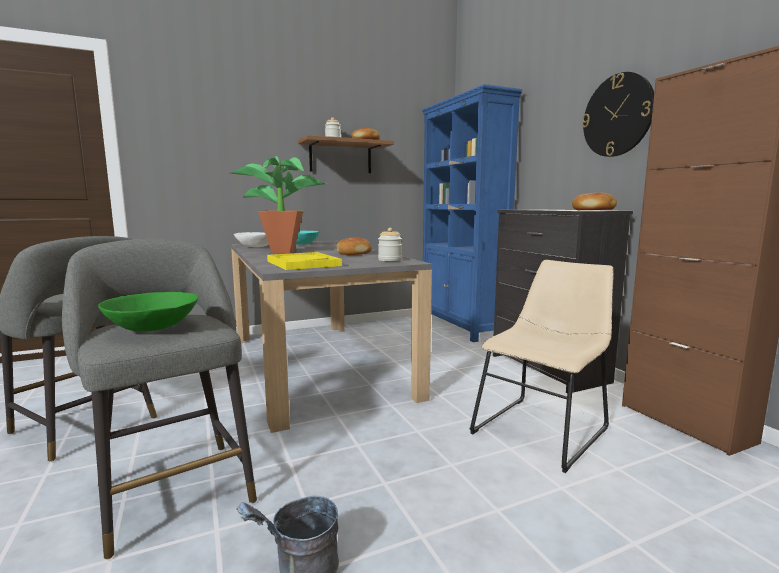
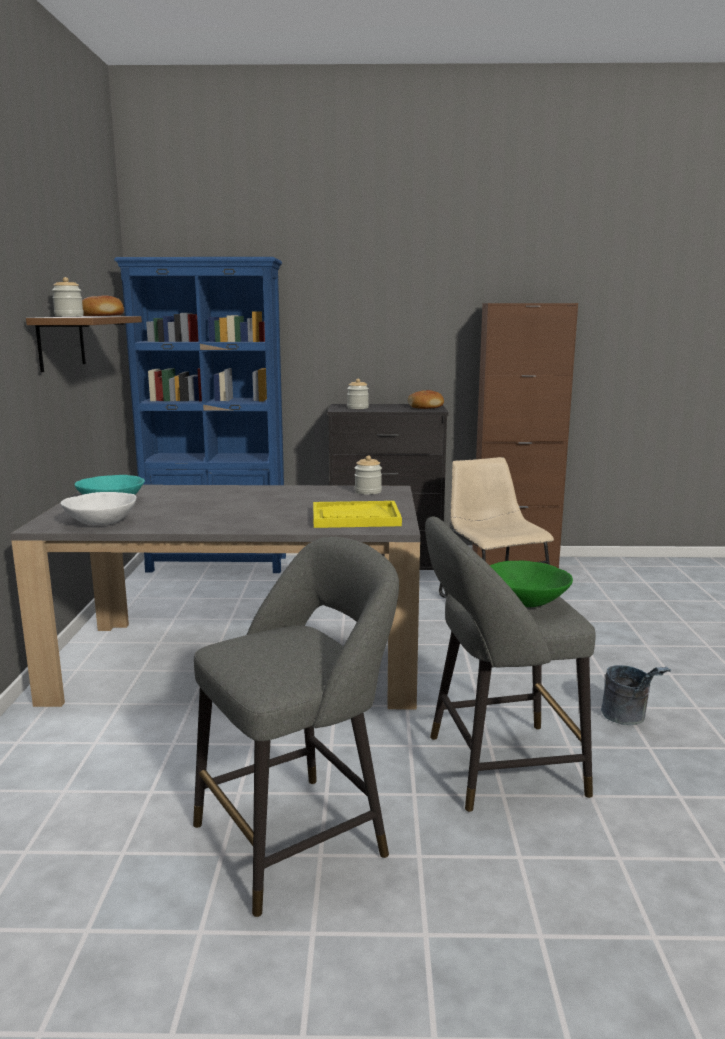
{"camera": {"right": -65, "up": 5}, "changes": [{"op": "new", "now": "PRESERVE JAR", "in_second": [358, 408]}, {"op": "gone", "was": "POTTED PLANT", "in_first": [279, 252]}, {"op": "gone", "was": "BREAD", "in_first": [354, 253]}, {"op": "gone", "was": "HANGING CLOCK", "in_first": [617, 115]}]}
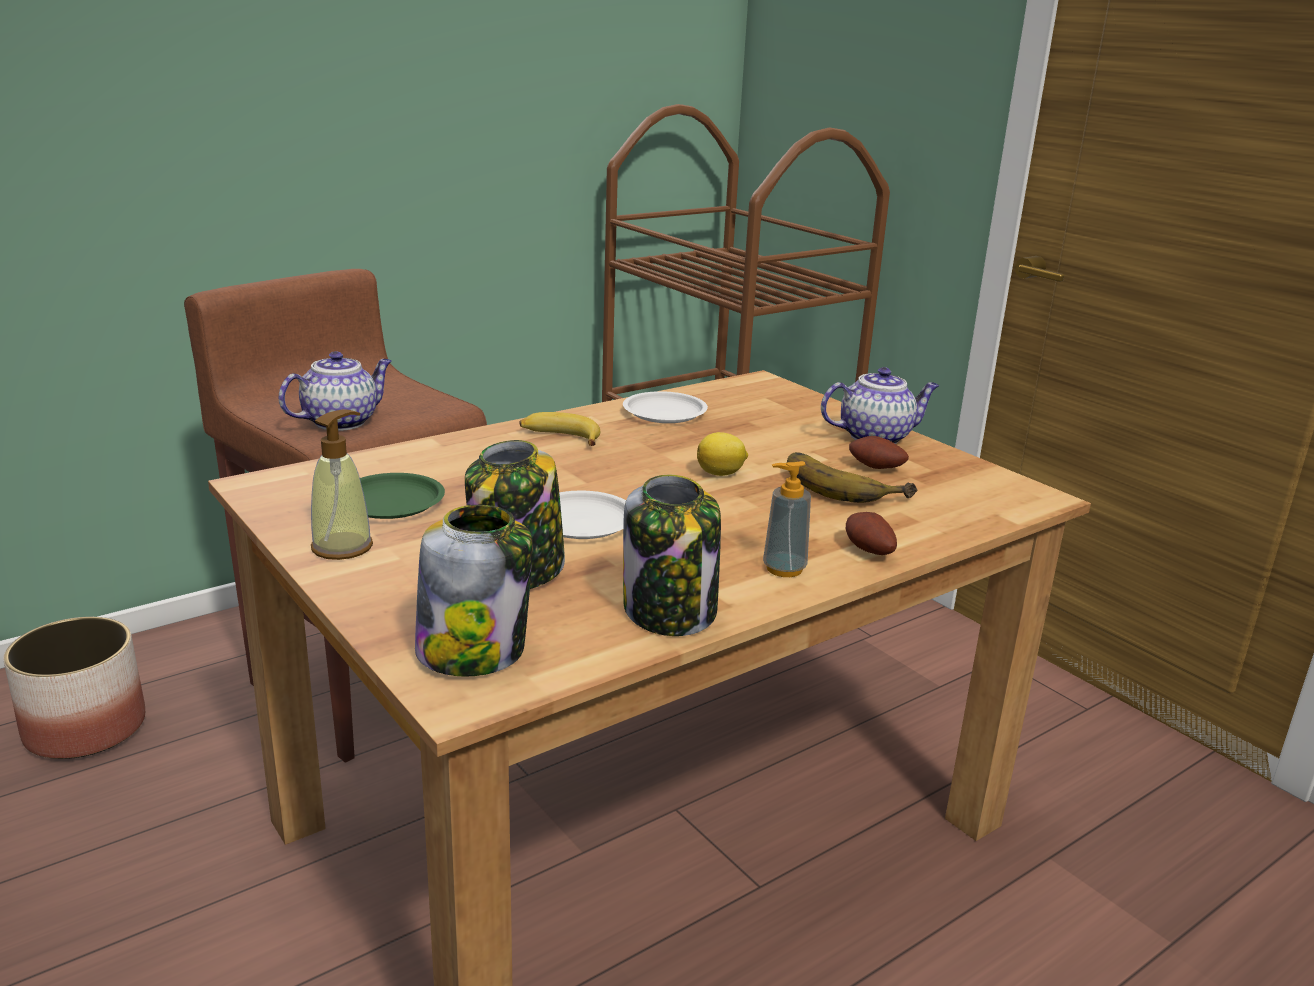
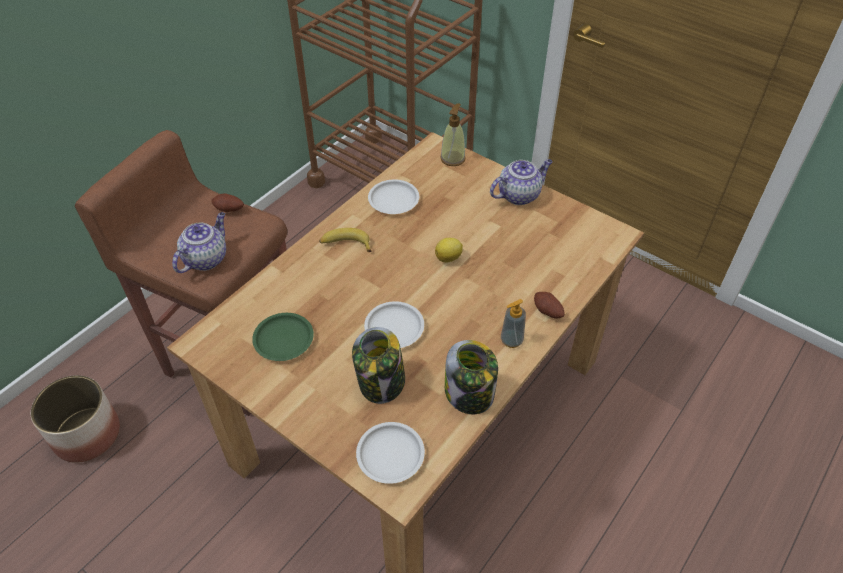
{"camera": {"right": -15, "up": 25}, "changes": [{"op": "shifted", "was": "POTATO", "in_first": [875, 469], "in_second": [229, 210]}, {"op": "swapped", "was": "PRESERVE JAR", "now": "WHITISH PLATE", "in_first": [474, 650], "in_second": [390, 454]}, {"op": "shifted", "was": "SOAP BOTTLE", "in_first": [342, 547], "in_second": [453, 158]}, {"op": "gone", "was": "BANANA", "in_first": [844, 484]}]}
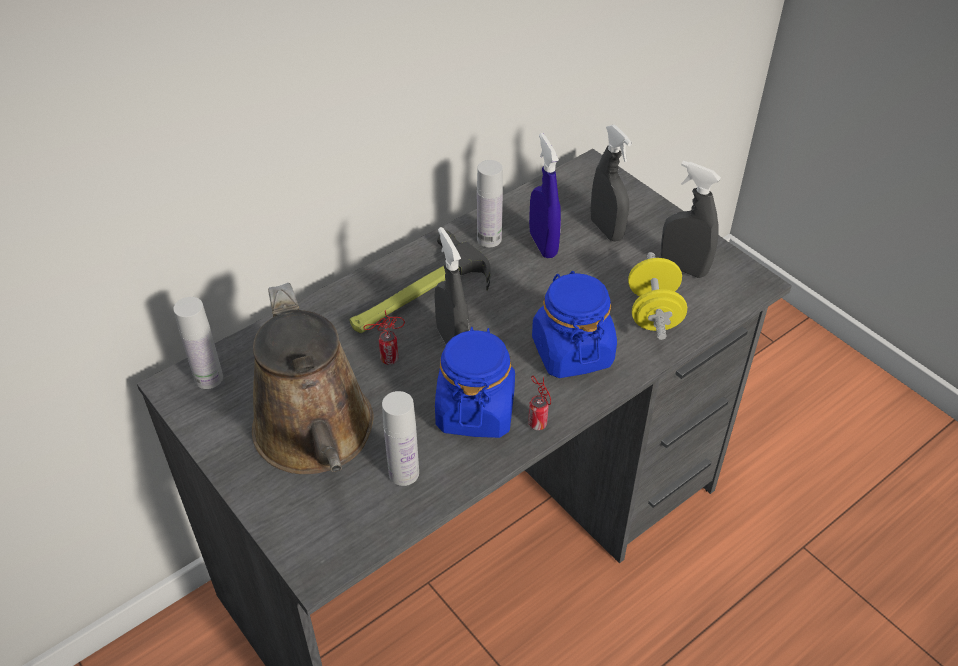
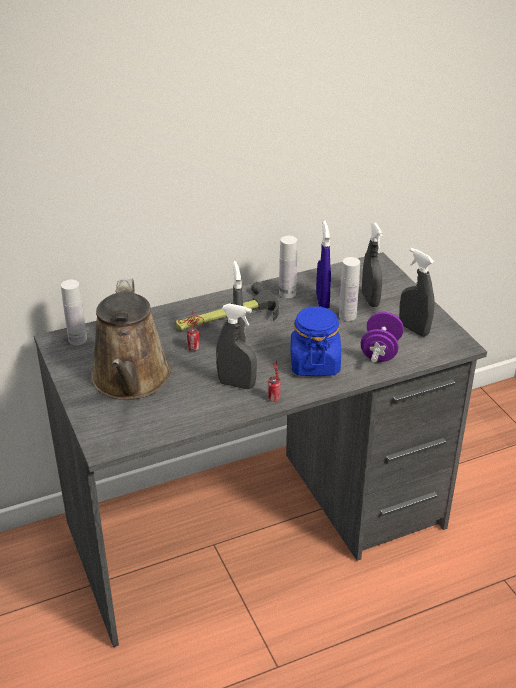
{"camera": {"right": 15, "up": -10}, "changes": [{"op": "swapped", "was": "BLUISH PRESERVE JAR", "now": "GREYISH SPRAY BOTTLE", "in_first": [475, 410], "in_second": [236, 384]}, {"op": "shifted", "was": "WHITISH BOTTLE", "in_first": [404, 473], "in_second": [347, 316]}, {"op": "repainted", "was": "YELLOW-COLOURED HAND WEIGHT", "now": "PURPLE HAND WEIGHT", "in_first": [653, 313], "in_second": [380, 351]}]}
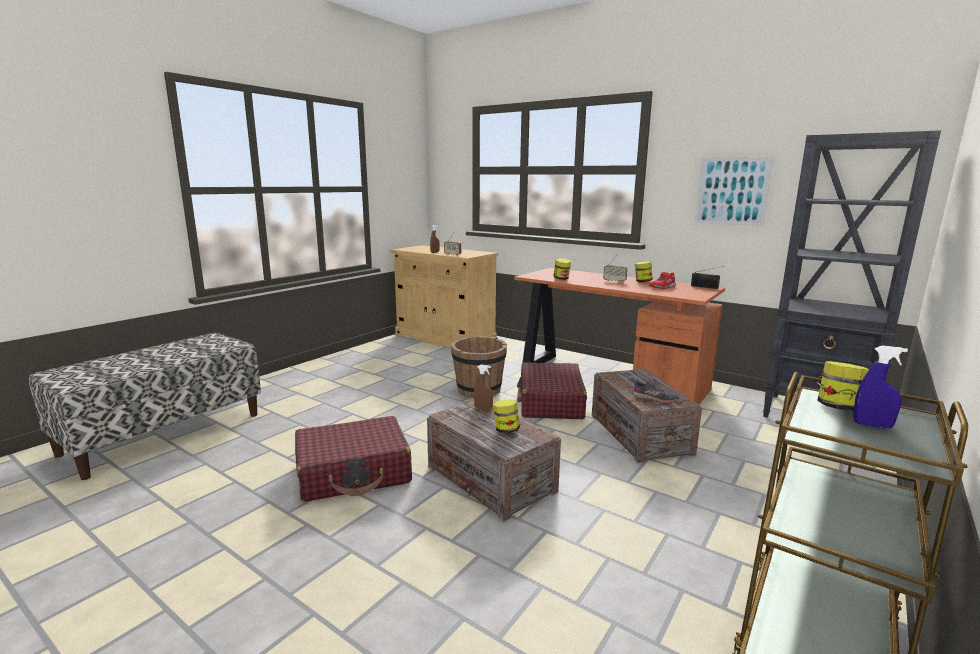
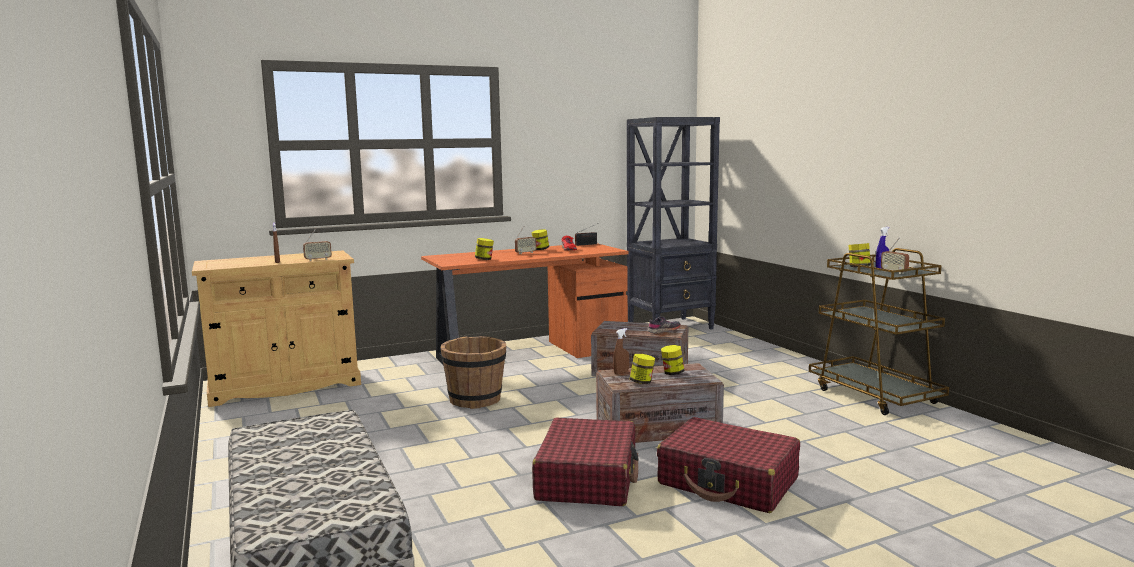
{"camera": {"right": -60, "up": -5}, "changes": [{"op": "new", "now": "PRESERVE JAR", "in_second": [642, 382]}, {"op": "shifted", "was": "RED-COLOURED PIECE OF LUGGAGE", "in_first": [550, 402], "in_second": [728, 481]}, {"op": "new", "now": "RADIO SET", "in_second": [894, 272]}, {"op": "gone", "was": "WALL ART", "in_first": [732, 191]}]}
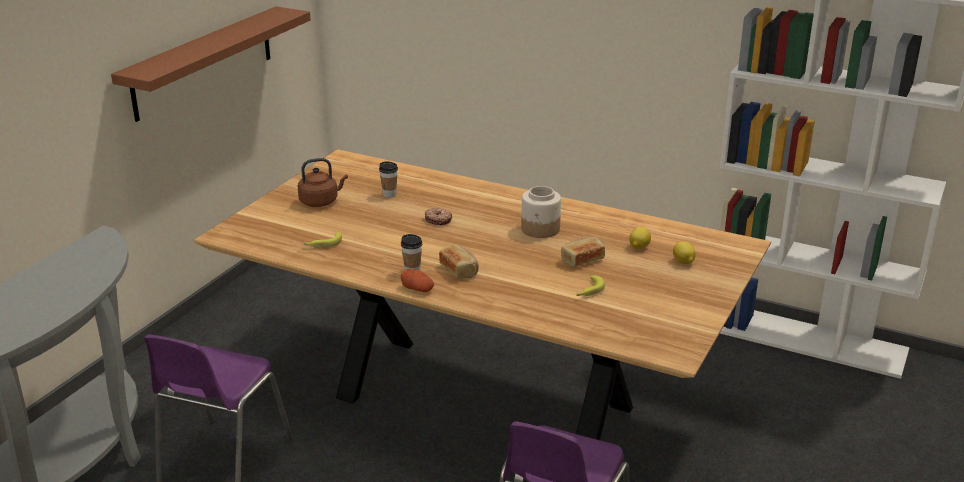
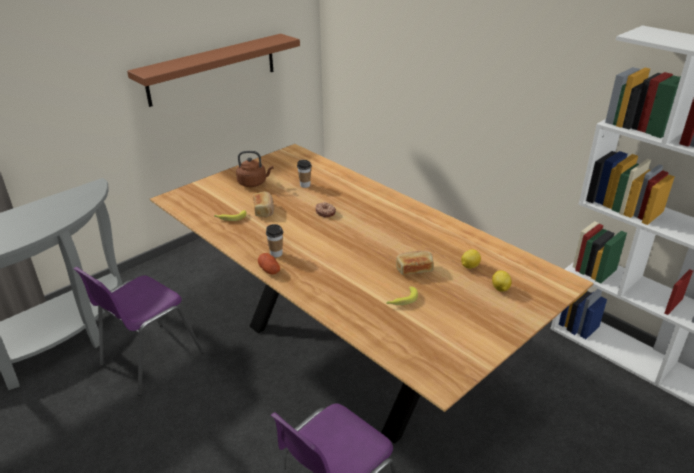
{"camera": {"right": 20, "up": 5}, "changes": [{"op": "shifted", "was": "BREAD", "in_first": [459, 270], "in_second": [264, 210]}, {"op": "gone", "was": "PRESERVE JAR", "in_first": [540, 229]}]}
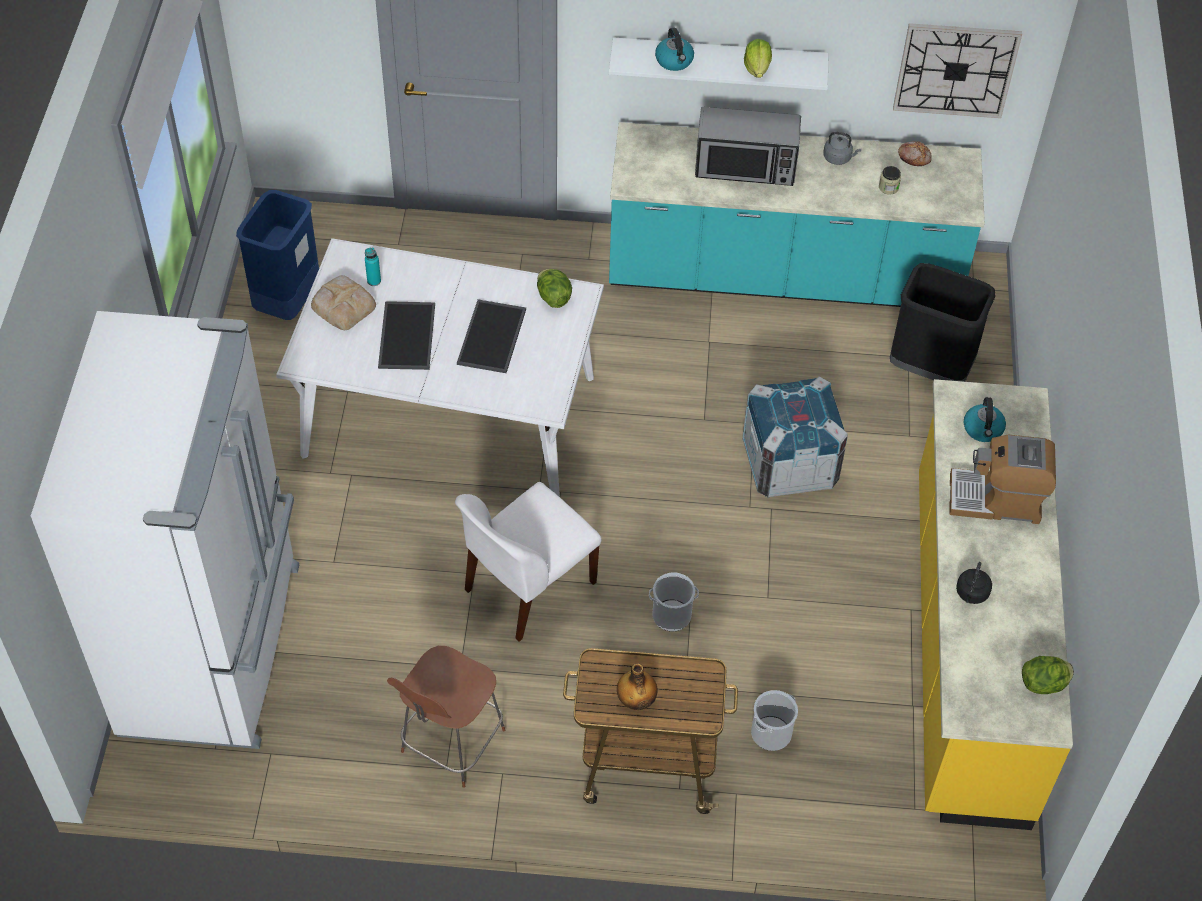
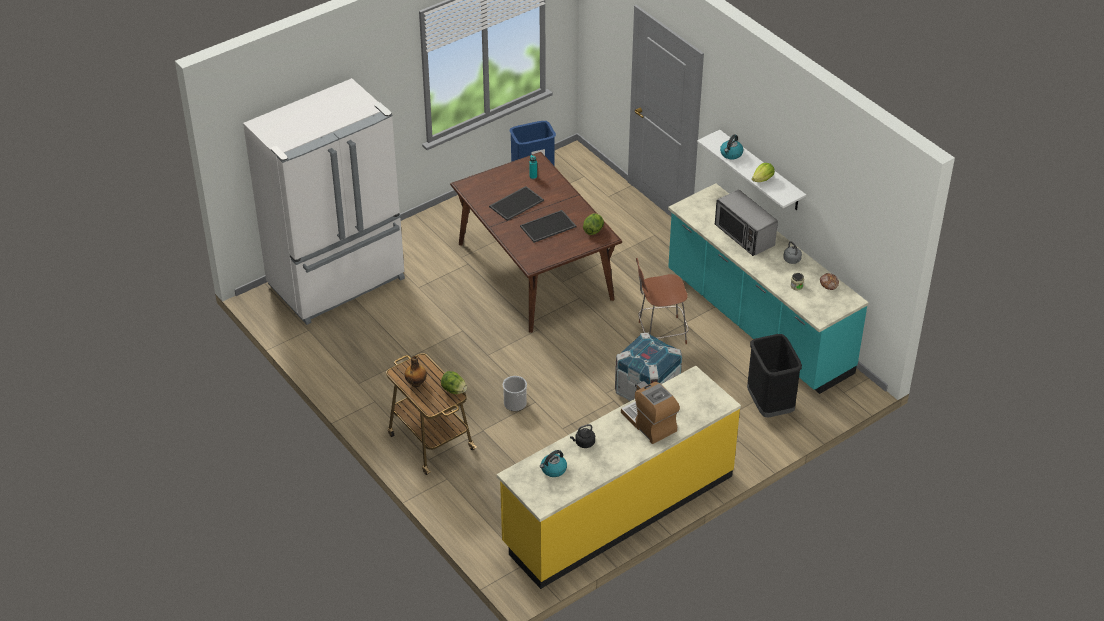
{"camera": {"right": 50, "up": -10}, "changes": [{"op": "shifted", "was": "LETTUCE HEAD", "in_first": [1044, 684], "in_second": [454, 390]}, {"op": "repainted", "was": "WHITISH DINNER TABLE", "now": "BROWN-COLOURED DINNER TABLE", "in_first": [448, 417], "in_second": [534, 271]}, {"op": "shifted", "was": "KETTLE", "in_first": [983, 429], "in_second": [553, 469]}, {"op": "shifted", "was": "BROWN-COLOURED UPRIGHT CHAIR", "in_first": [450, 744], "in_second": [660, 333]}, {"op": "gone", "was": "BREAD", "in_first": [343, 305]}, {"op": "gone", "was": "WHITISH UPRIGHT CHAIR", "in_first": [527, 587]}, {"op": "gone", "was": "WATER BUCKET", "in_first": [771, 733]}, {"op": "gone", "was": "HANGING CLOCK", "in_first": [955, 70]}]}
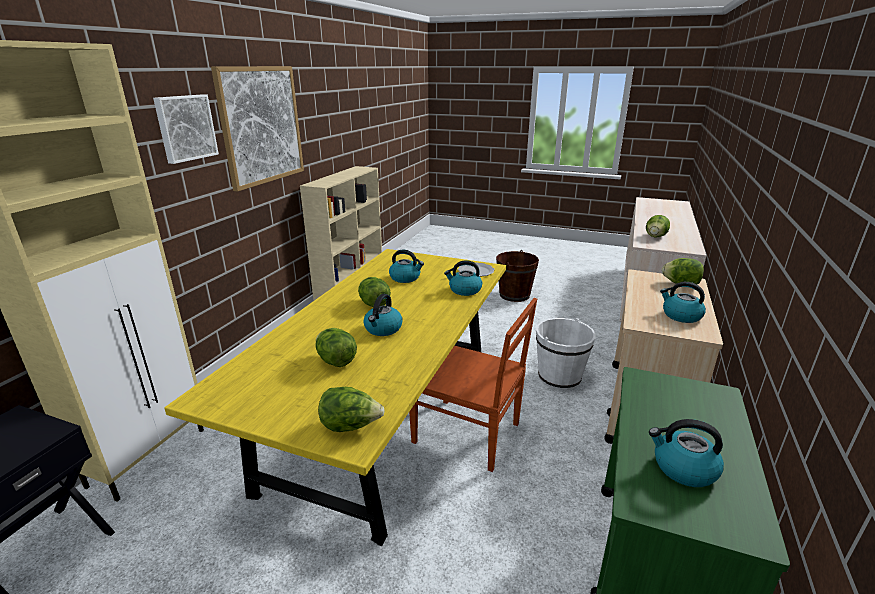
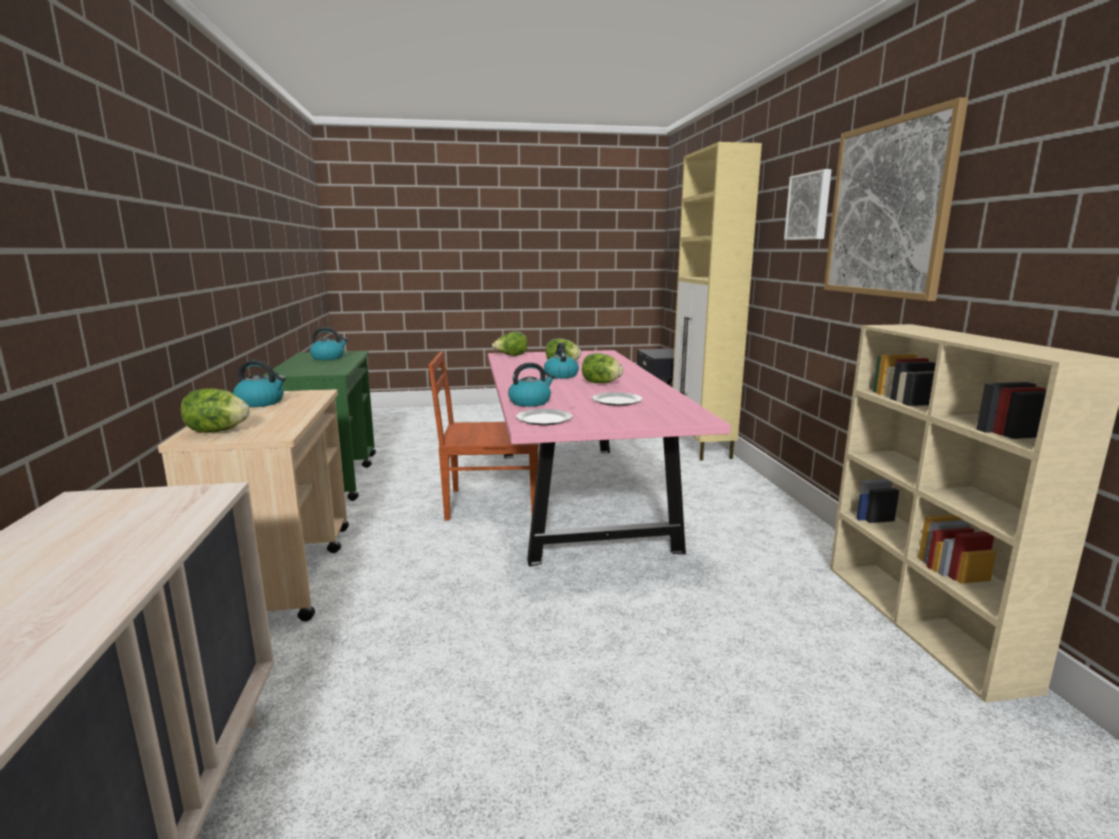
{"camera": {"right": 150, "up": -10}, "changes": [{"op": "repainted", "was": "YELLOW-COLOURED DINNER TABLE", "now": "PINK-COLOURED DINNER TABLE", "in_first": [385, 418], "in_second": [577, 495]}, {"op": "swapped", "was": "KETTLE", "now": "PLATE", "in_first": [405, 278], "in_second": [617, 401]}, {"op": "gone", "was": "BROWN-COLOURED WATER BUCKET", "in_first": [514, 295]}, {"op": "gone", "was": "WHITISH WATER BUCKET", "in_first": [559, 378]}, {"op": "gone", "was": "LETTUCE HEAD", "in_first": [655, 237]}]}
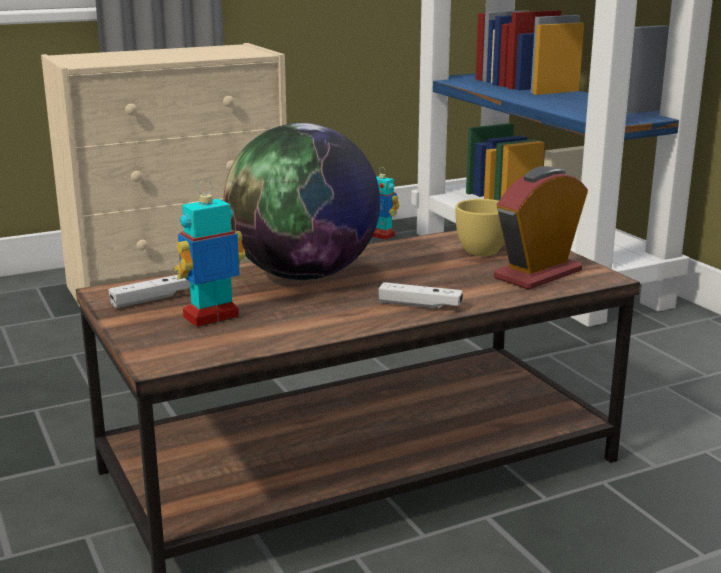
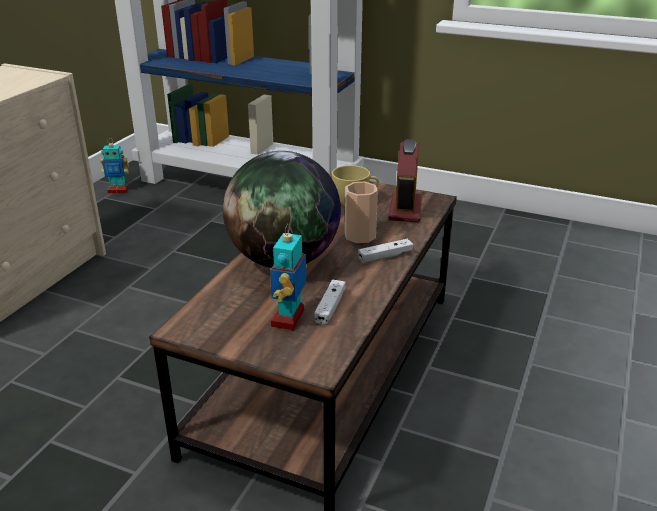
{"camera": {"right": -40, "up": 10}, "changes": [{"op": "shifted", "was": "WHITISH JOYPAD", "in_first": [151, 299], "in_second": [330, 307]}, {"op": "new", "now": "SMALL CUP", "in_second": [360, 236]}]}
